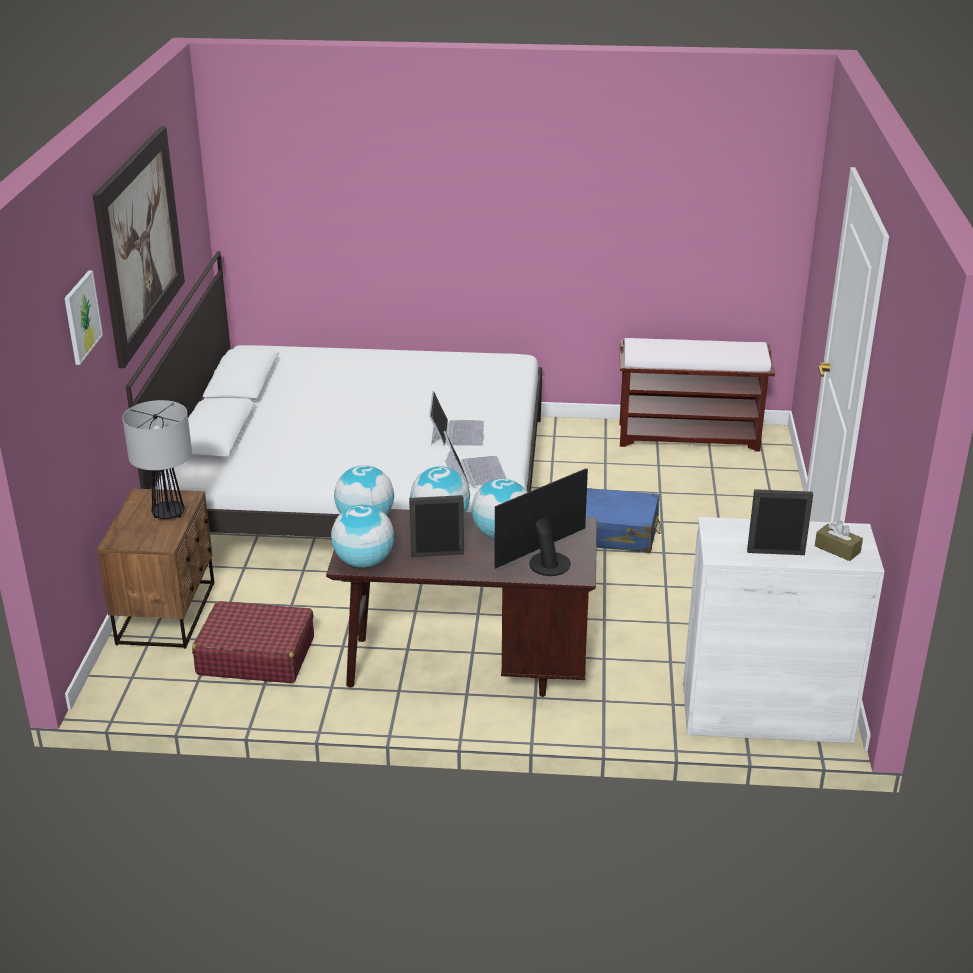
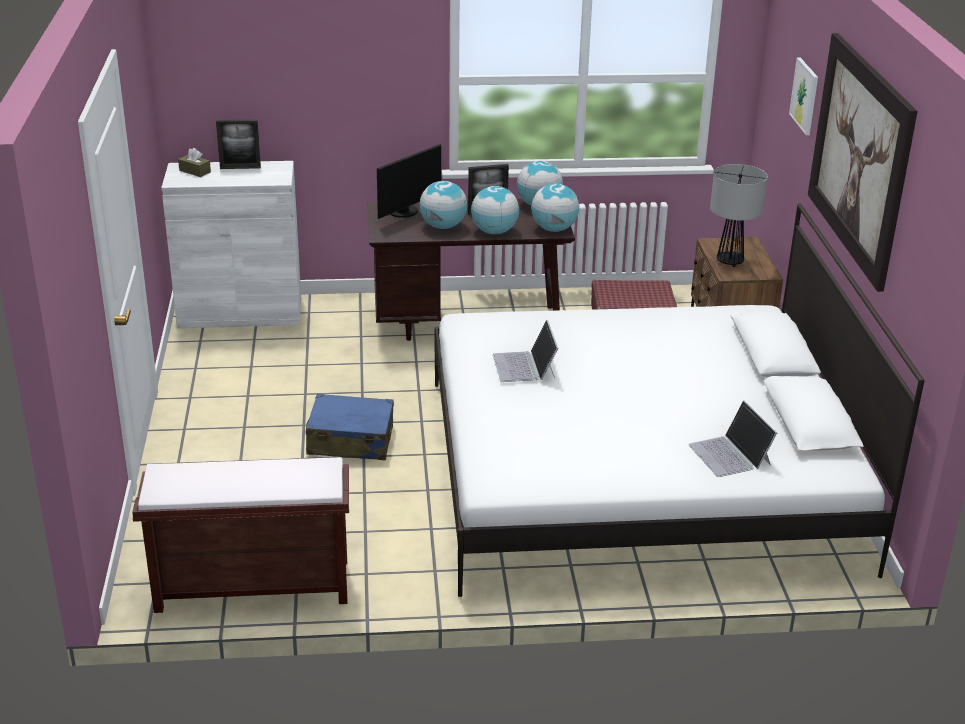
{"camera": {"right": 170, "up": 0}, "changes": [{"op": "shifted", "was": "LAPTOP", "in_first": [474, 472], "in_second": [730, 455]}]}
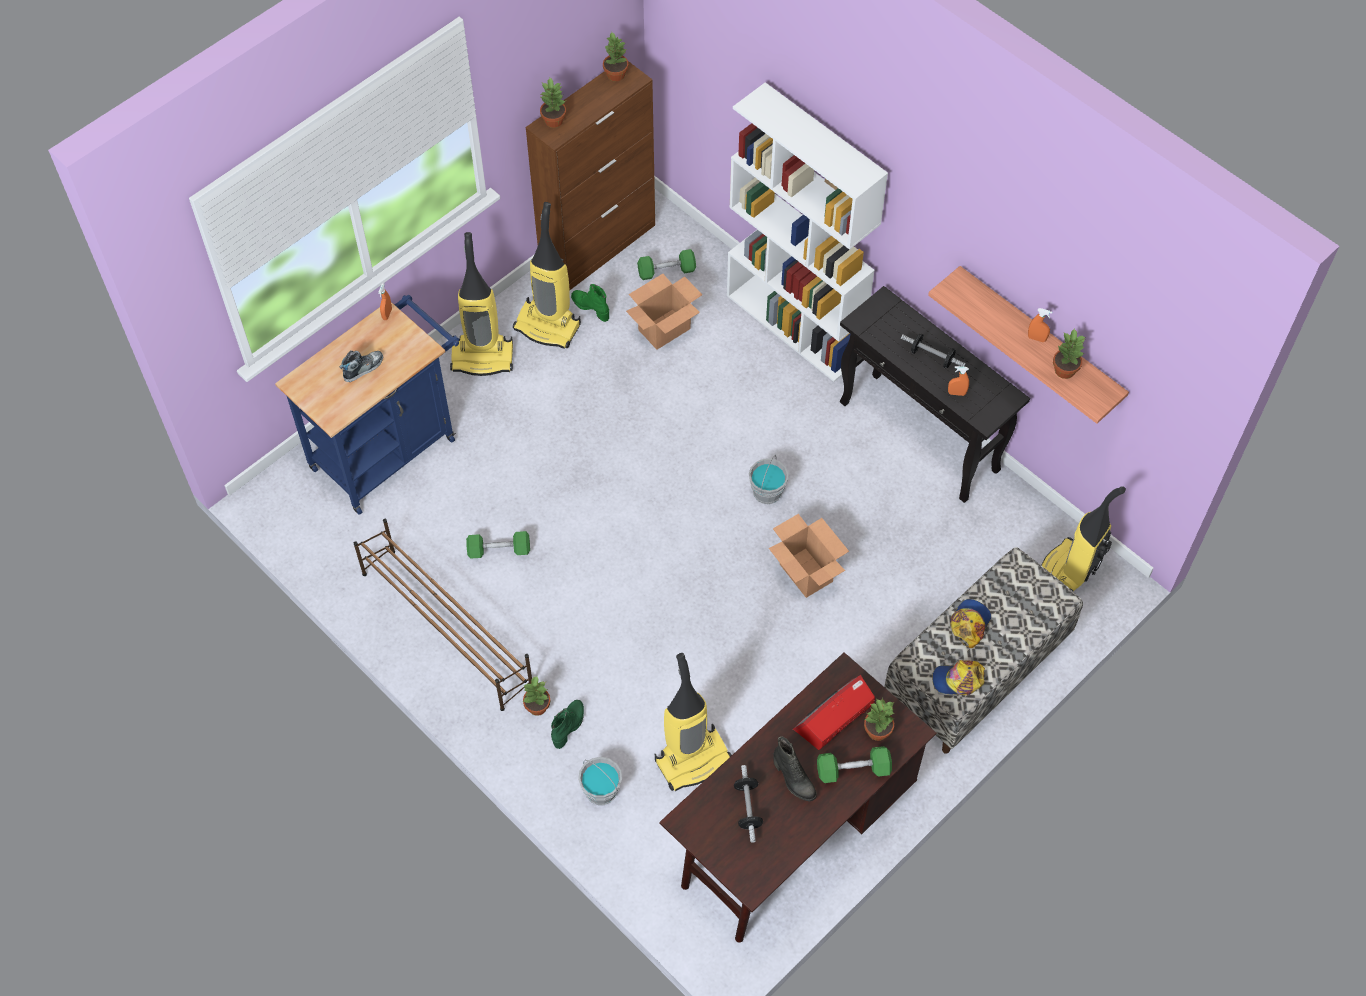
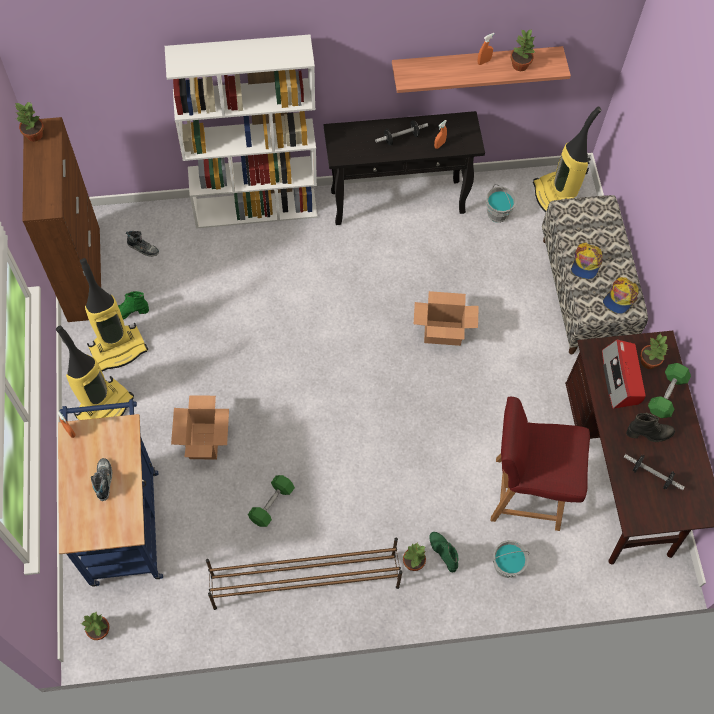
{"camera": {"right": -55, "up": 5}, "changes": [{"op": "shifted", "was": "POTTED PLANT", "in_first": [554, 120], "in_second": [99, 630]}, {"op": "swapped", "was": "GREEN HAND WEIGHT", "now": "LOW SHOE", "in_first": [666, 271], "in_second": [143, 248]}, {"op": "shifted", "was": "CARTON", "in_first": [664, 329], "in_second": [204, 441]}, {"op": "shifted", "was": "GREYISH WATER BUCKET", "in_first": [767, 492], "in_second": [498, 213]}, {"op": "swapped", "was": "HOOVER", "now": "RED-COLOURED UPRIGHT CHAIR", "in_first": [693, 759], "in_second": [524, 493]}, {"op": "rotated", "was": "BASEBALL CAP", "in_first": [969, 624], "in_second": [586, 263], "clockwise": -135}]}
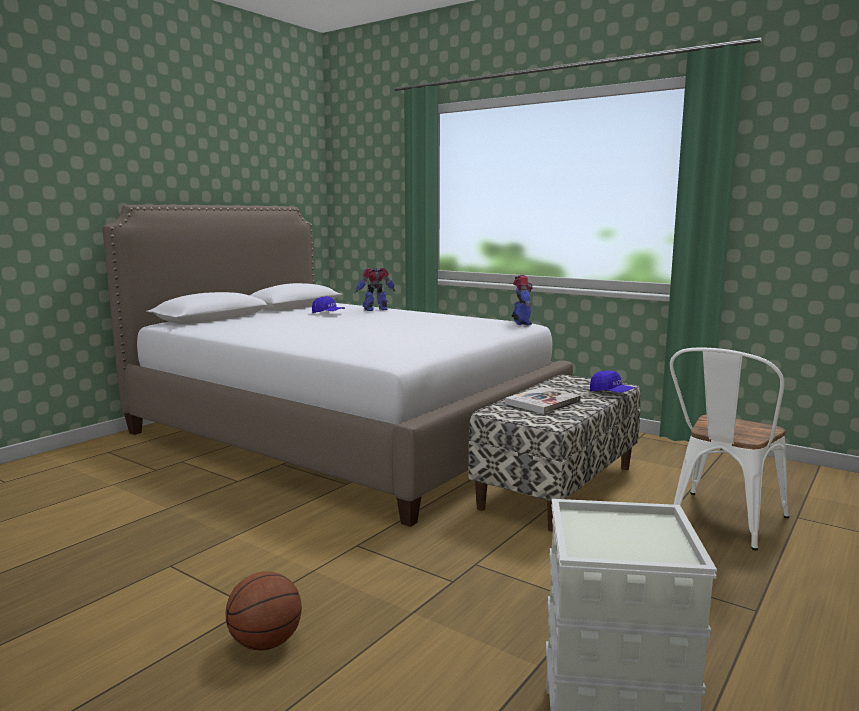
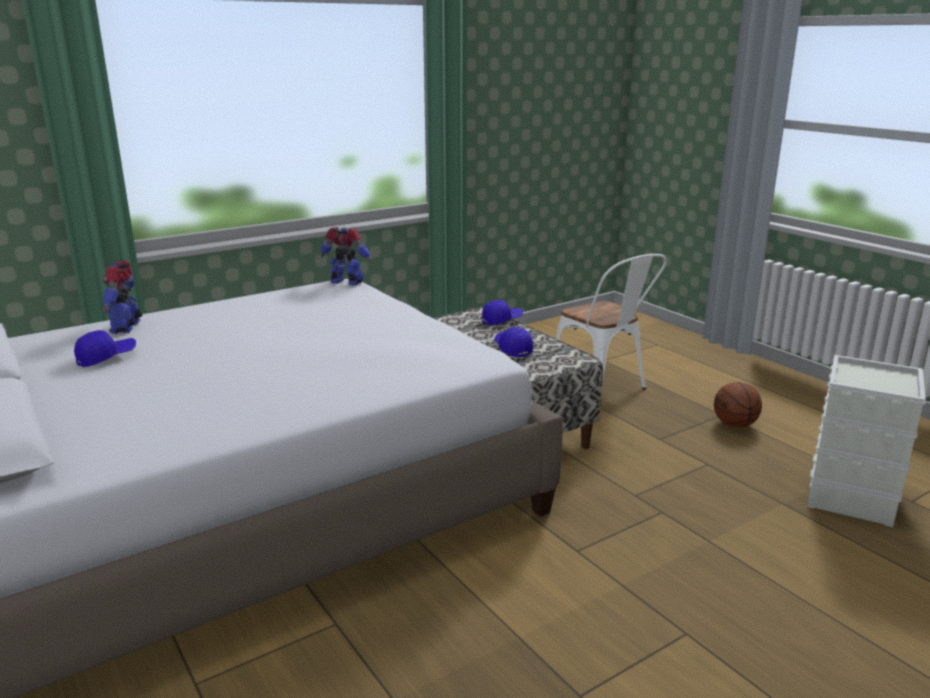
{"camera": {"right": -70, "up": 10}, "changes": [{"op": "swapped", "was": "BOUND BOOK", "now": "BLUISH BASEBALL CAP", "in_first": [542, 402], "in_second": [512, 349]}, {"op": "shifted", "was": "BASKETBALL BALL", "in_first": [265, 643], "in_second": [735, 425]}]}
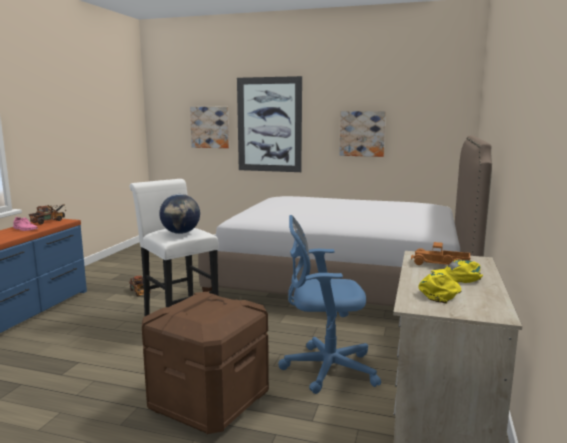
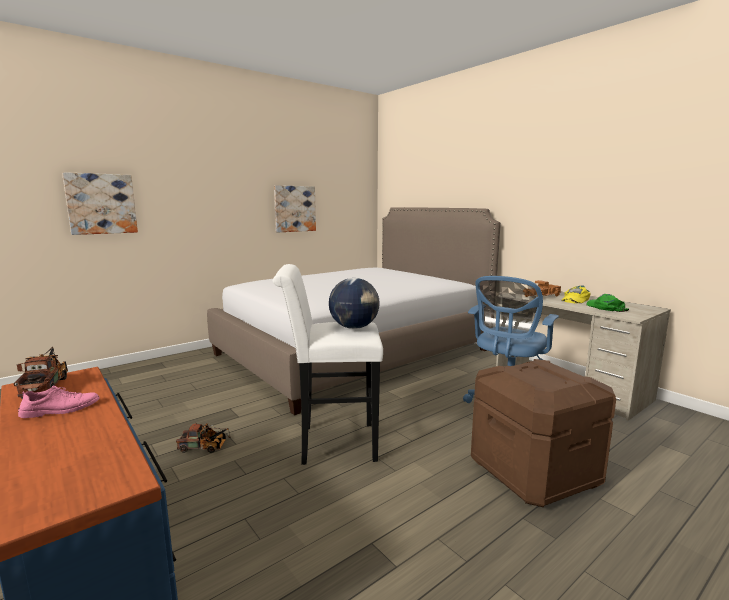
{"camera": {"right": -55, "up": 0}, "changes": [{"op": "repainted", "was": "YELLOW-COLOURED BASEBALL CAP", "now": "GREEN BASEBALL CAP", "in_first": [440, 293], "in_second": [605, 307]}, {"op": "gone", "was": "WALL ART", "in_first": [269, 125]}]}
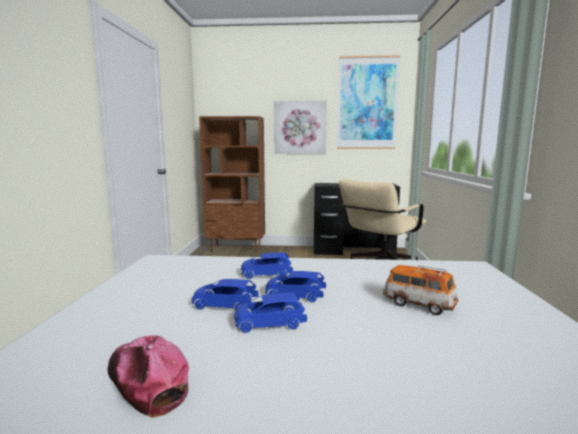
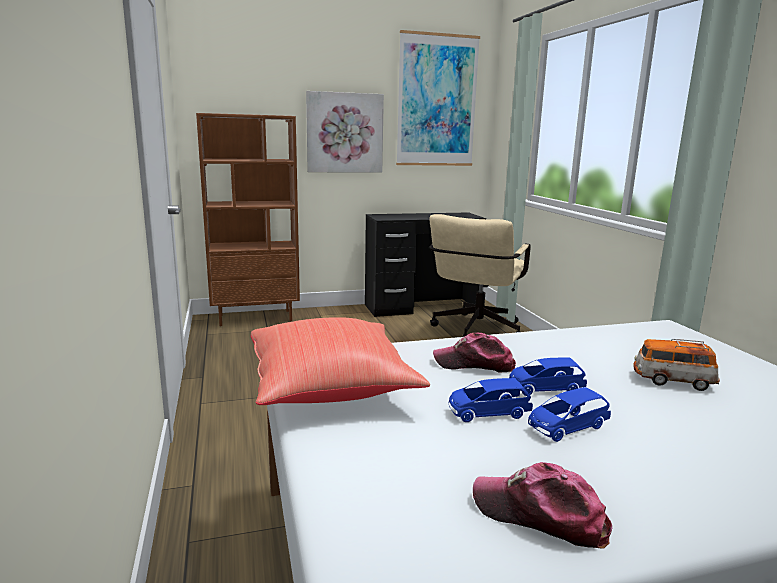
{"camera": {"right": -20, "up": 5}, "changes": [{"op": "new", "now": "RED-COLOURED PILLOW", "in_second": [331, 388]}, {"op": "swapped", "was": "BLUISH MINIATURE CAR", "now": "BASEBALL CAP", "in_first": [266, 274], "in_second": [474, 364]}]}
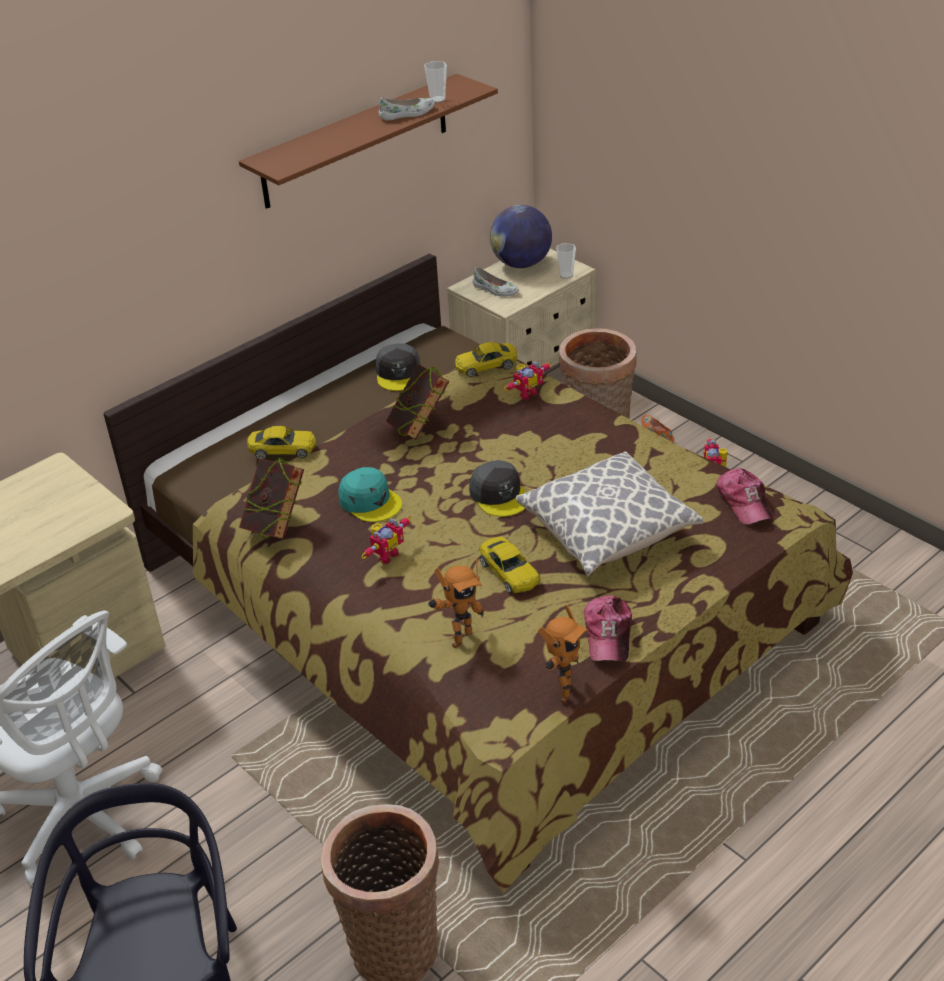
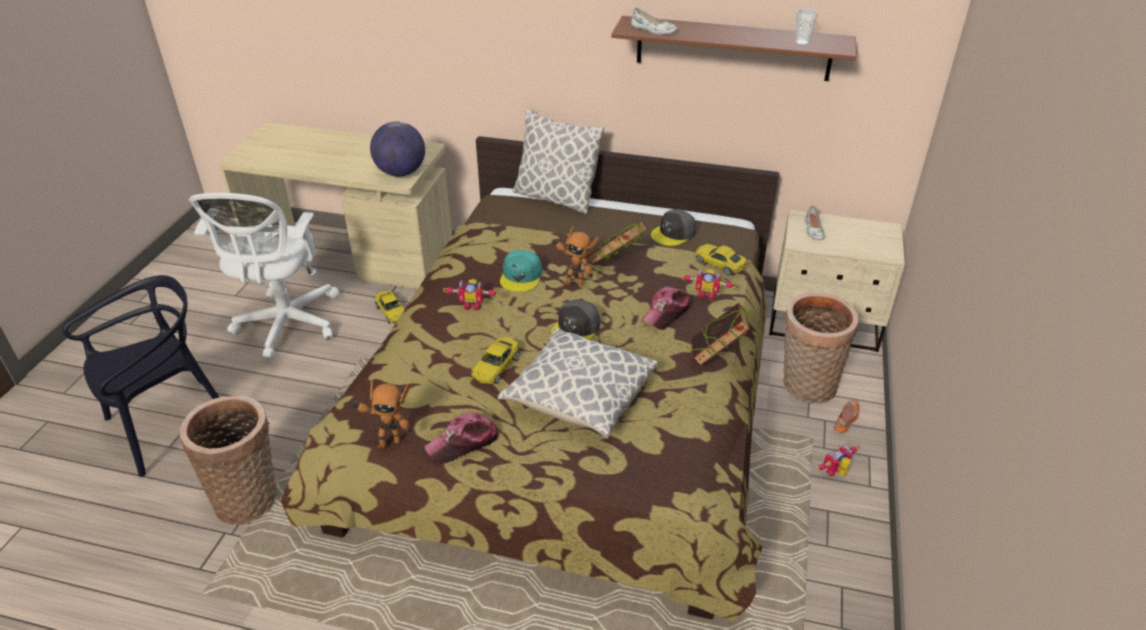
{"camera": {"right": 55, "up": 0}, "changes": [{"op": "shifted", "was": "GLOBE", "in_first": [521, 264], "in_second": [401, 173]}, {"op": "shifted", "was": "YELLOW-COLOURED MINIATURE CAR", "in_first": [283, 449], "in_second": [391, 311]}, {"op": "new", "now": "PILLOW", "in_second": [556, 197]}, {"op": "shifted", "was": "ROBOT FIGURE", "in_first": [458, 637], "in_second": [574, 282]}, {"op": "shifted", "was": "WHITISH LOW SHOE", "in_first": [407, 114], "in_second": [653, 30]}, {"op": "shifted", "was": "BASEBALL CAP", "in_first": [744, 502], "in_second": [666, 313]}, {"op": "shifted", "was": "BOUND BOOK", "in_first": [276, 526], "in_second": [716, 357]}, {"op": "gone", "was": "SMALL CUP", "in_first": [566, 275]}]}
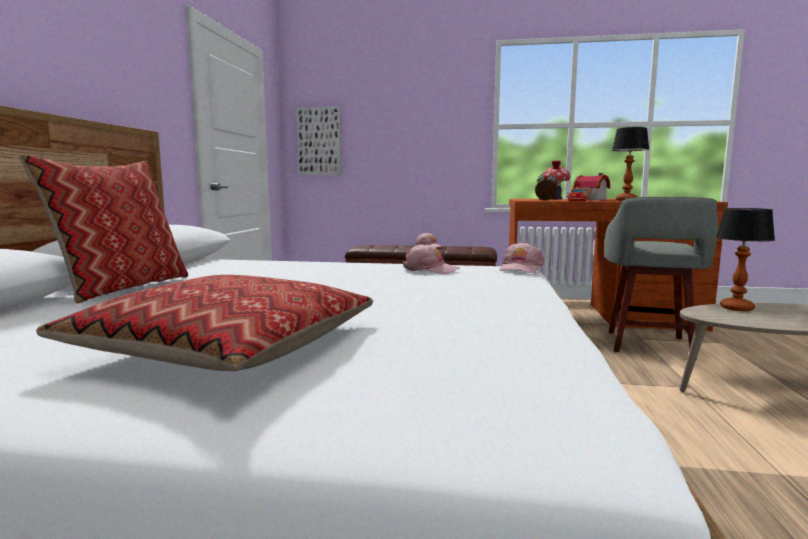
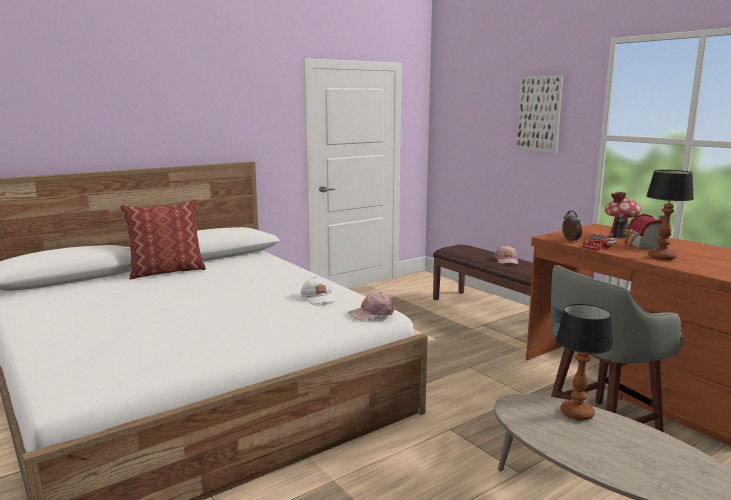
{"camera": {"right": 45, "up": 5}, "changes": [{"op": "repainted", "was": "PINK-COLOURED BASEBALL CAP", "now": "WHITISH BASEBALL CAP", "in_first": [430, 270], "in_second": [319, 297]}, {"op": "shifted", "was": "WALL ART", "in_first": [319, 141], "in_second": [539, 114]}, {"op": "gone", "was": "PILLOW", "in_first": [226, 347]}]}
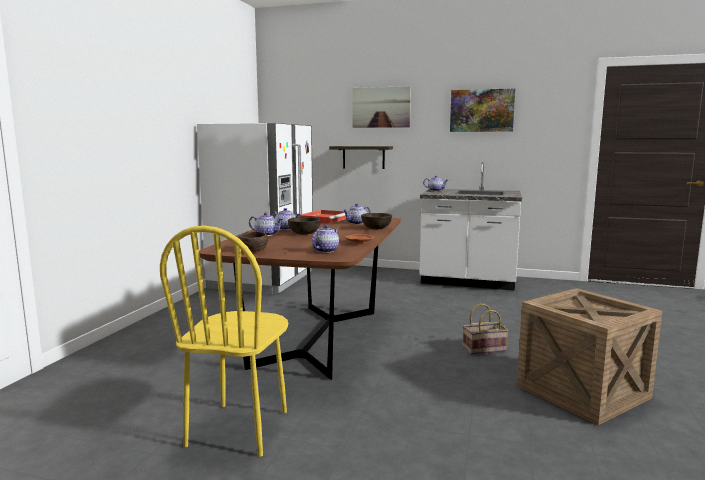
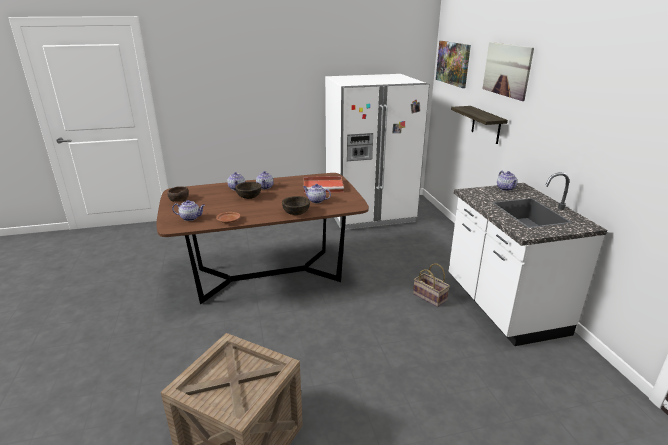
{"camera": {"right": 60, "up": 15}, "changes": [{"op": "shifted", "was": "HOUSEHOLD BASKET", "in_first": [484, 348], "in_second": [431, 297]}, {"op": "shifted", "was": "WALL ART", "in_first": [482, 110], "in_second": [453, 63]}, {"op": "gone", "was": "YELLOW-COLOURED UPRIGHT CHAIR", "in_first": [239, 428]}]}
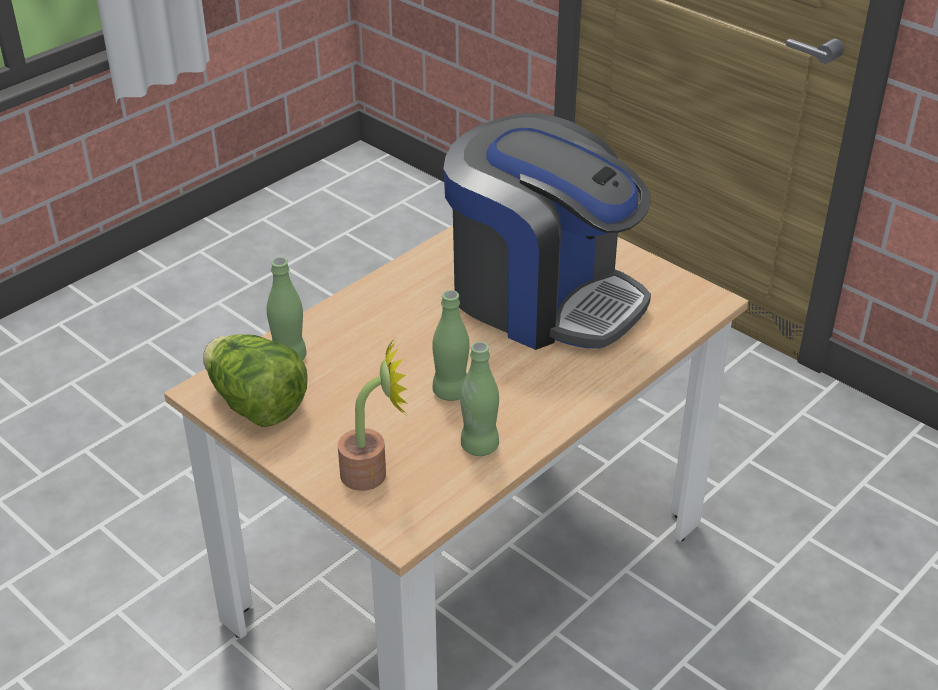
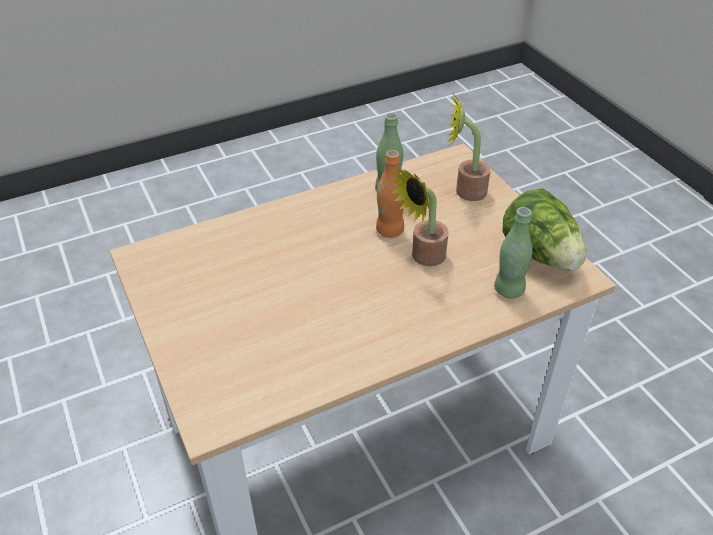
{"camera": {"right": -160, "up": 5}, "changes": [{"op": "repainted", "was": "GREEN BOTTLE", "now": "ORANGE-COLOURED BOTTLE", "in_first": [451, 392], "in_second": [389, 230]}, {"op": "new", "now": "POTTED PLANT", "in_second": [423, 257]}, {"op": "gone", "was": "COFFEE BREWER", "in_first": [542, 297]}]}
